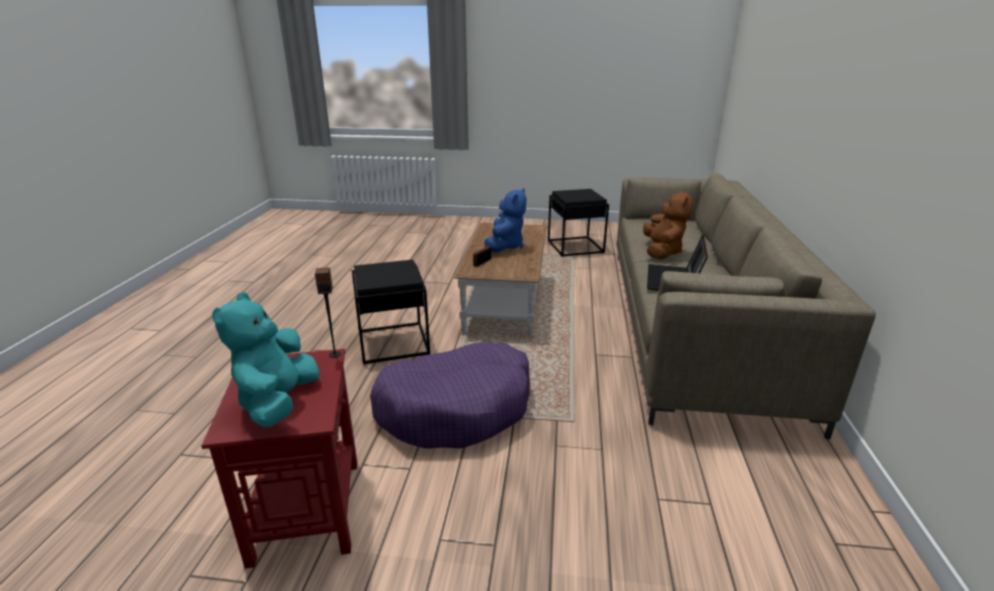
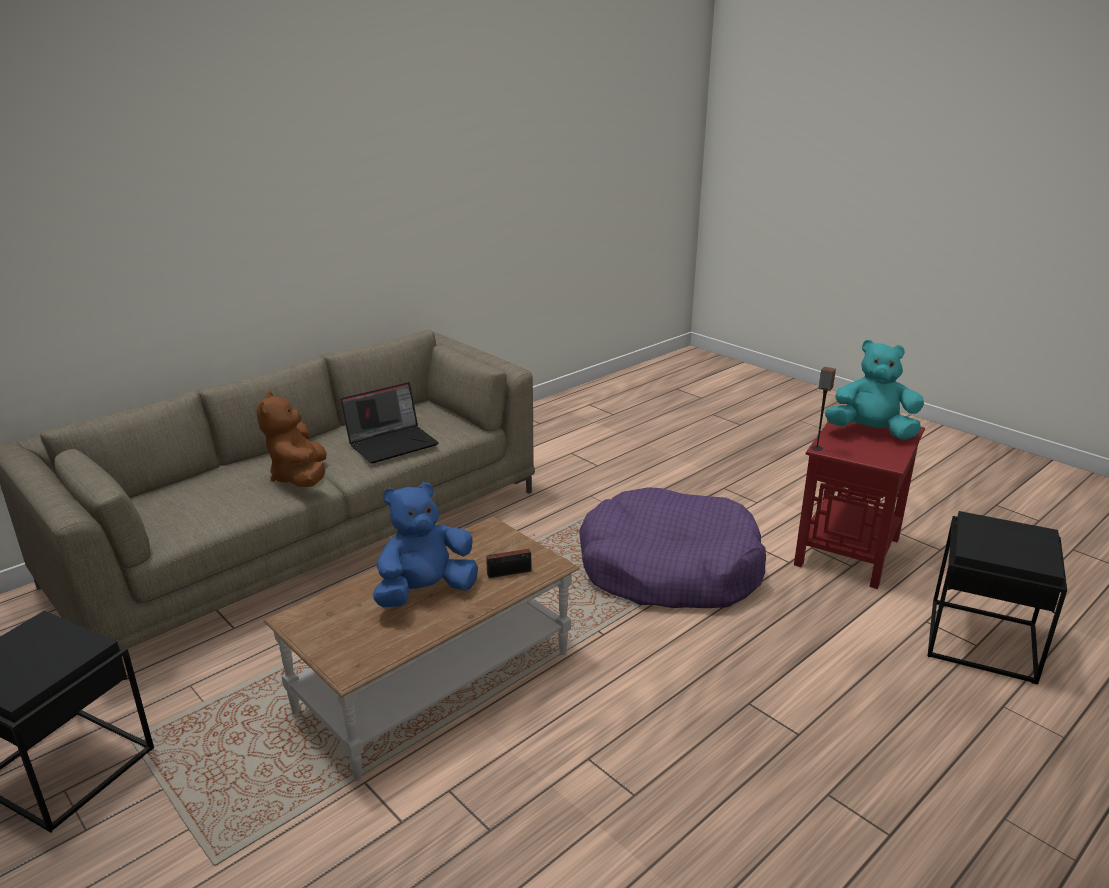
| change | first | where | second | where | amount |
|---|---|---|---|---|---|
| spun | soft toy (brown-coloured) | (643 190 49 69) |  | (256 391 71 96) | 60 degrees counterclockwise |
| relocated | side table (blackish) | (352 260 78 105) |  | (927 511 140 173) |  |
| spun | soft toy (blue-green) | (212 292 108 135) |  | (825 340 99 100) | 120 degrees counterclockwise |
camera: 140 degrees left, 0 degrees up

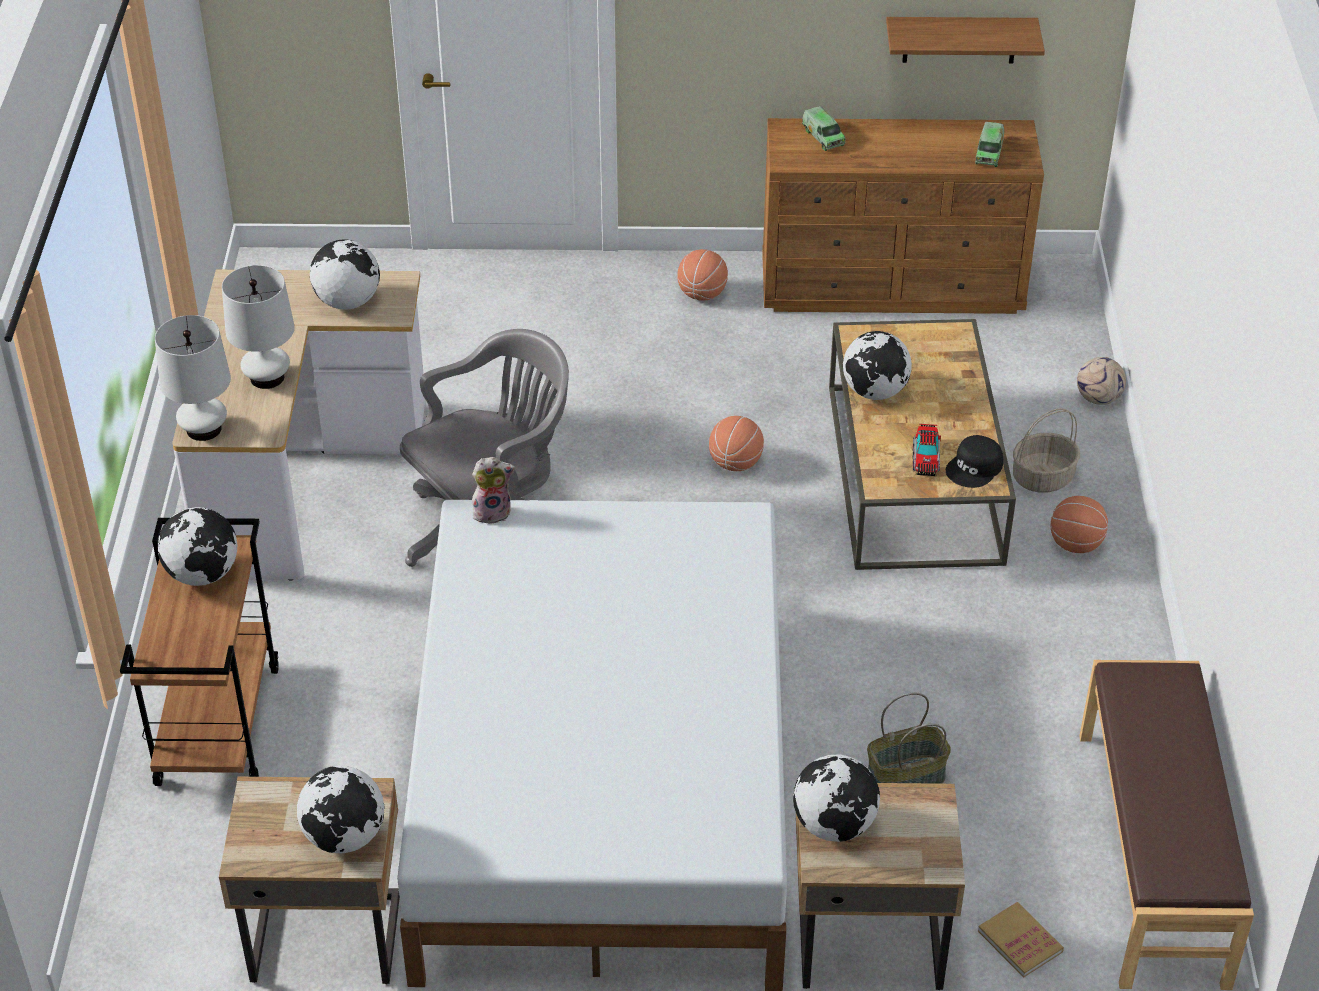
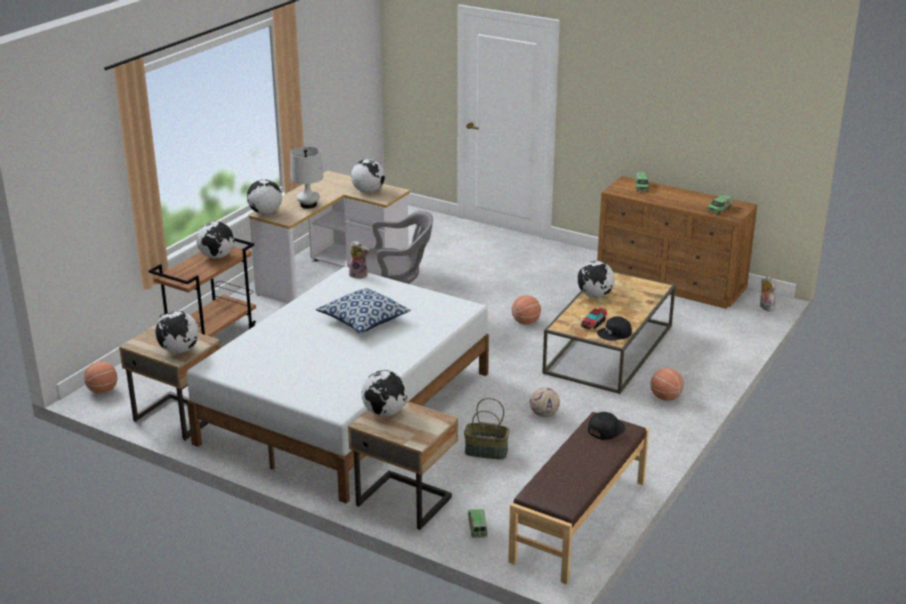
| change | first | where | second | where | amount |
|---|---|---|---|---|---|
| missing | wall shelf | (886 17 159 46) |  |  |  |
| relocated | ball for basketball | (678 249 50 52) |  | (84 361 33 33) |  |
| exchanged | table lamp (whitish) | (155 315 76 126) | desk globe | (247 179 35 36) |  |
| relocated | football ball | (1077 357 49 48) |  | (530 387 30 30) |  |
| missing | storage basket | (1013 408 67 85) |  |  |  |
| exchanged | volume | (978 902 86 76) | toy lorry | (468 509 19 29) |  |
| appeared |  |  | soft toy | (760 276 15 36) |  |
| appeared |  |  | cushion | (316 288 95 45) |  |
| appeared |  |  | peaked cap (blackish) | (588 412 37 28) |  |
camera: 30 degrees right, 15 degrees down

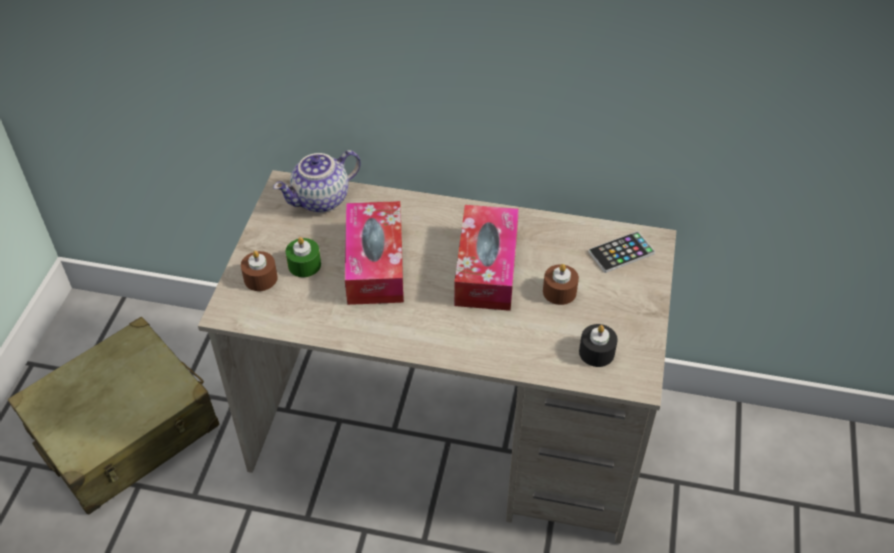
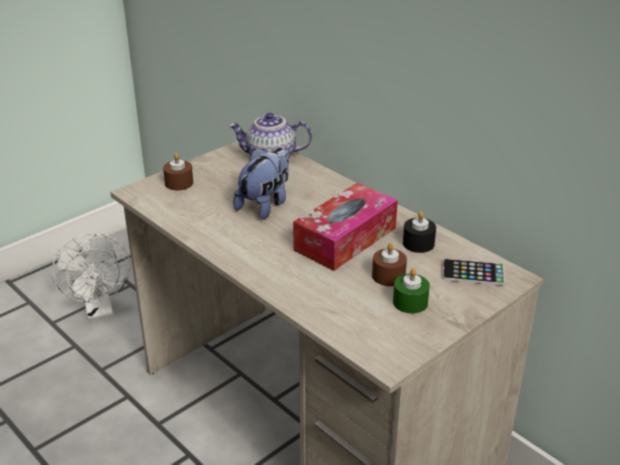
| change | first | where | second | where | amount |
|---|---|---|---|---|---|
| exchanged | tissue holder | (345 201 59 104) | soft toy | (233 148 56 72) |  |
| relocated | candle (green-coloured) | (285 237 36 40) |  | (393 268 37 46) |  |
| exchanged | piece of luggage (beige-coloured) | (8 316 211 199) | cooling fan (whitish) | (52 233 79 87) |  |
| relocated | candle (blackish) | (579 324 39 43) |  | (403 211 33 42) |  |
camera: 35 degrees right, 15 degrees down

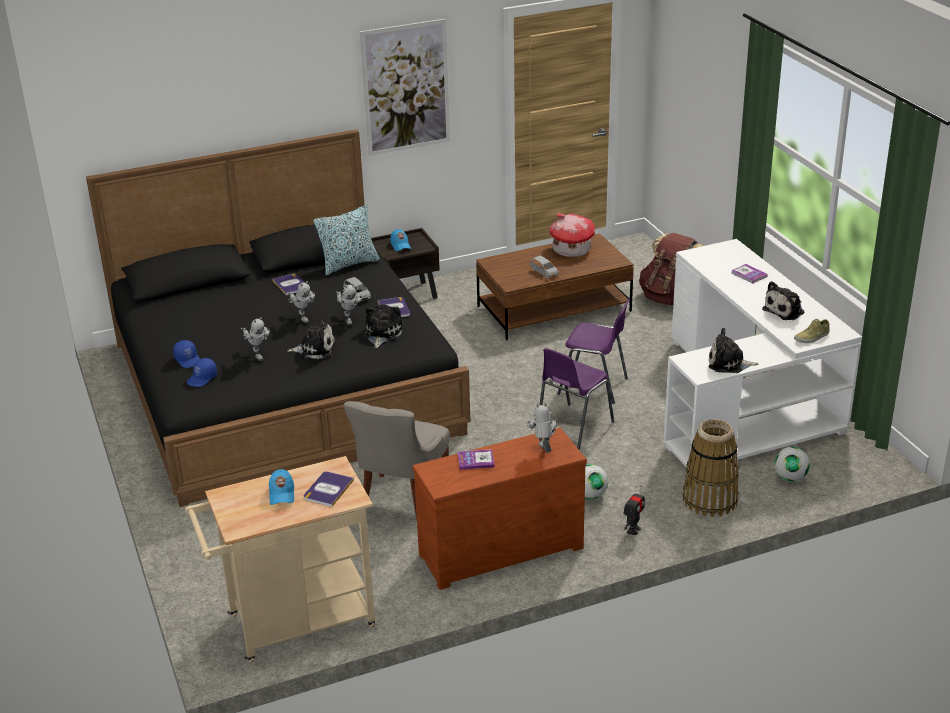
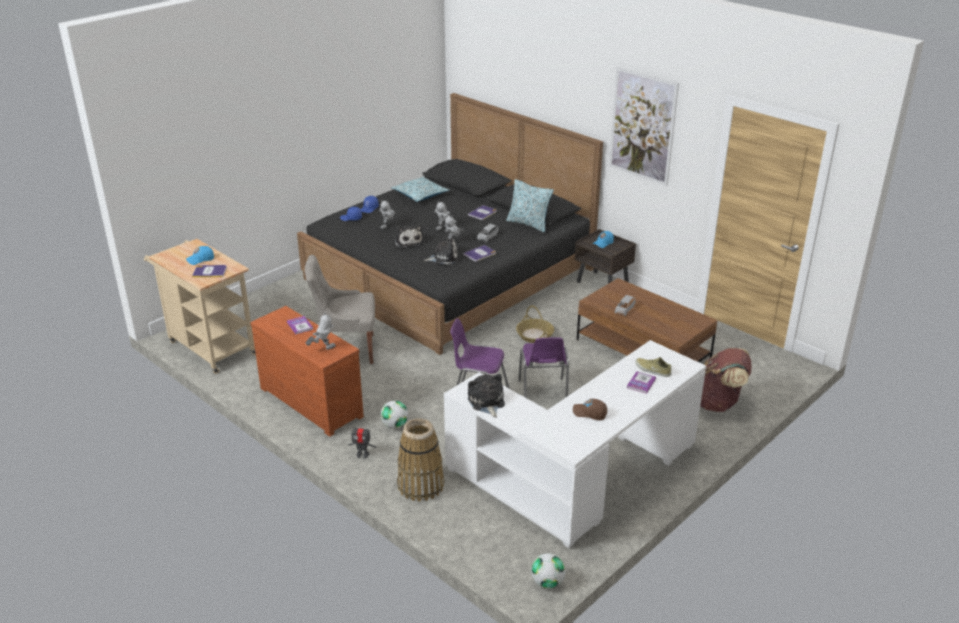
| change | first | where | second | where | amount |
|---|---|---|---|---|---|
| missing | model house | (550 213 45 44) |  |  |  |
| exchanged | soft toy | (762 281 43 39) | peaked cap (brown-coloured) | (573 399 34 21) |  |
| relocated | low shoe (beige-coloured) | (794 319 36 24) |  | (635 357 36 20) |  |
| relocated | football ball | (774 447 36 34) |  | (531 553 34 36) |  |
| appeared |  |  | cushion | (391 177 58 25) |  |
| appeared |  |  | storage basket | (516 305 38 38) |  |
camera: 65 degrees right, 0 degrees up

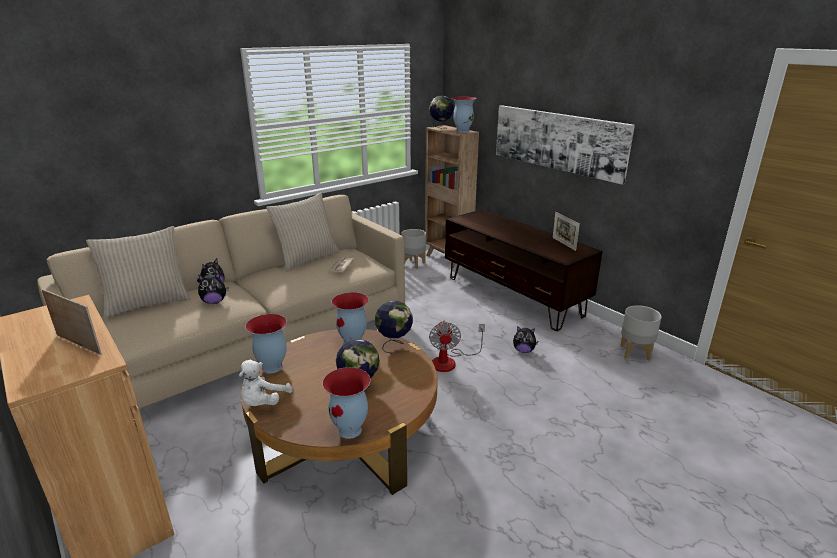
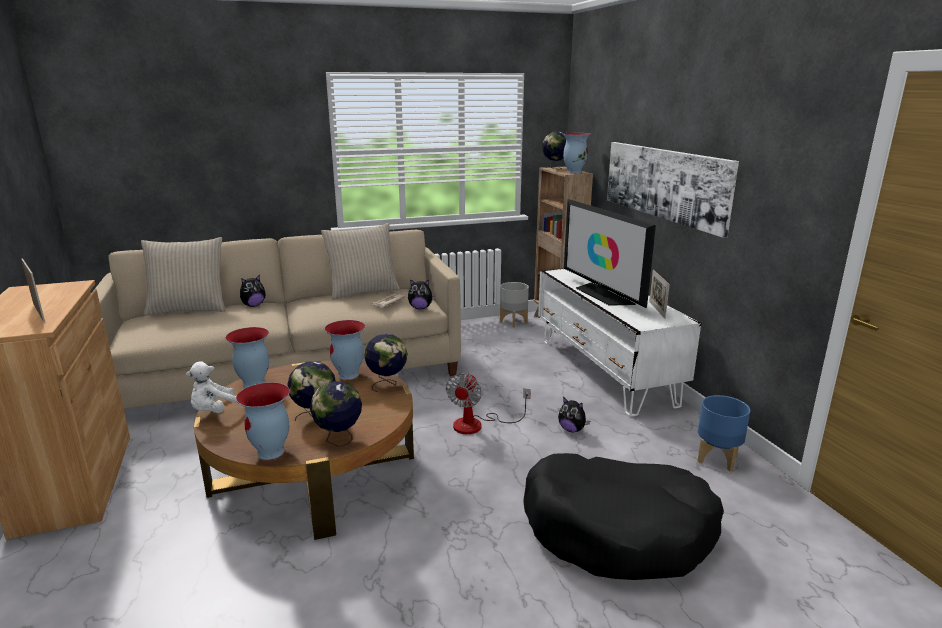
| change | first | where | second | where | amount |
|---|---|---|---|---|---|
| colour | tv stand (brown-coloured) | (445 209 158 122) | tv stand (whitish) | (538 268 163 149) |  |
| relocated | soft toy | (198 273 30 31) |  | (408 279 27 30) |  |
| colour | planter (greyish) | (620 305 42 56) | planter (blue-coloured) | (697 395 53 76) |  |
| appeared |  |  | TV | (564 199 92 109) |  |
| appeared |  |  | desk globe | (310 381 52 66) |  |
| appeared |  |  | pet bed (blackish) | (523 453 201 127) |  |
camera: 20 degrees right, 5 degrees down

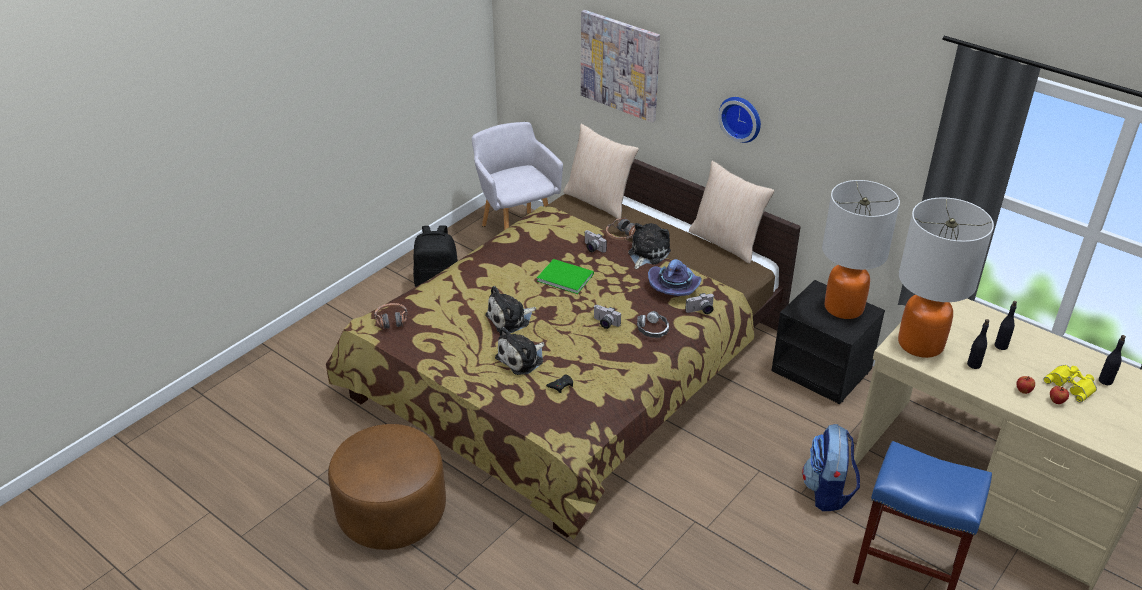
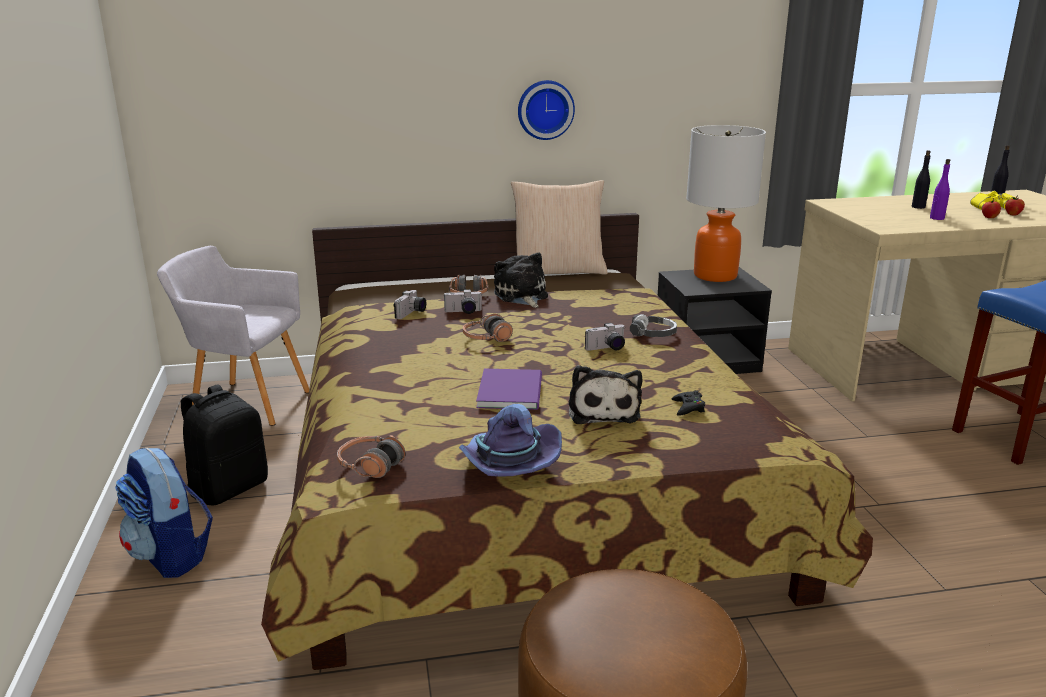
| change | first | where | second | where | amount |
|---|---|---|---|---|---|
| missing | wall art | (581 10 79 113) |  |  |  |
| missing | cushion (beige-coloured) | (563 123 76 96) |  |  |  |
| missing | table lamp | (898 197 96 161) |  |  |  |
| exchanged | volume (green-coloured) | (537 259 57 35) | headphones | (463 314 50 28) |  |
| relocated | hat (purplish) | (648 259 54 37) |  | (459 404 103 73) |  |
| exchanged | soft toy | (485 286 51 47) | volume (purplish) | (476 369 66 41) |  |
| relocated | photo camera | (685 293 29 21) |  | (393 290 33 29) |  |
| colour | bottle (blackish) | (967 319 22 50) | bottle (purplish) | (930 159 20 61) |  |
| relocated | knapsack | (802 424 58 87) |  | (115 448 98 130) |  |
camera: 50 degrees left, 15 degrees down

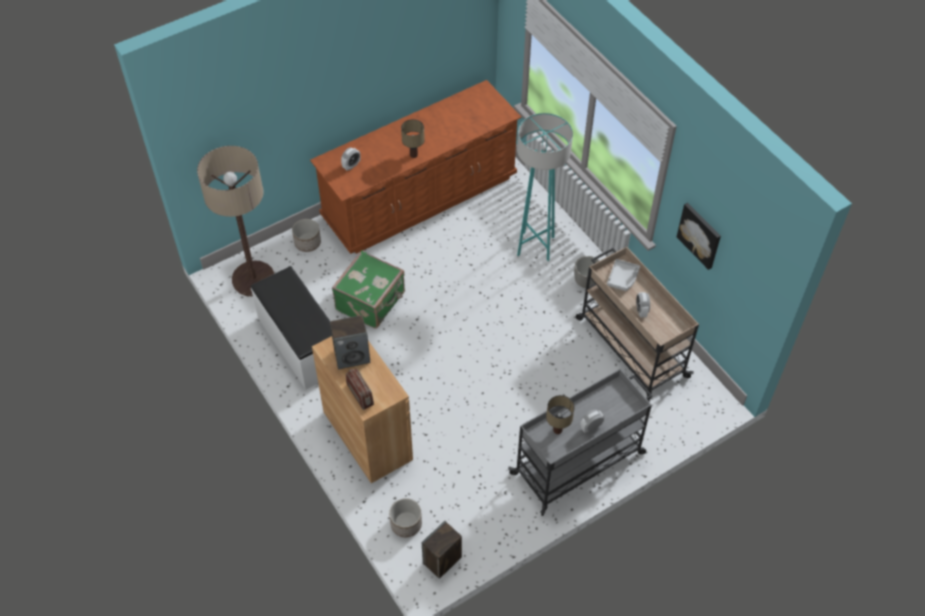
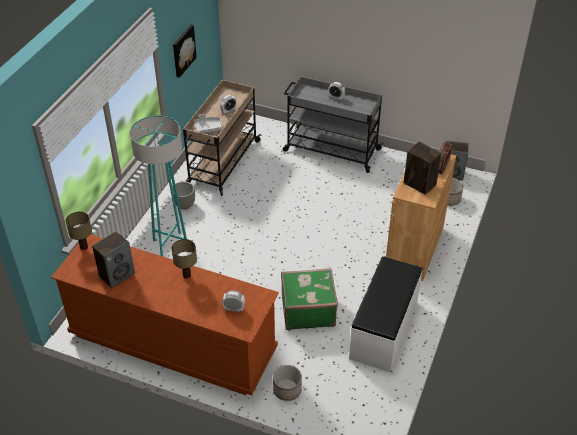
| change | first | where | second | where | amount |
|---|---|---|---|---|---|
| missing | standing lamp | (197 146 77 151) |  |  |  |
| relocated | table lamp | (546 395 29 39) |  | (66 212 26 38) |  |
| appeared |  |  | audio speaker | (92 231 43 58) |  |
camera: 125 degrees left, 10 degrees down

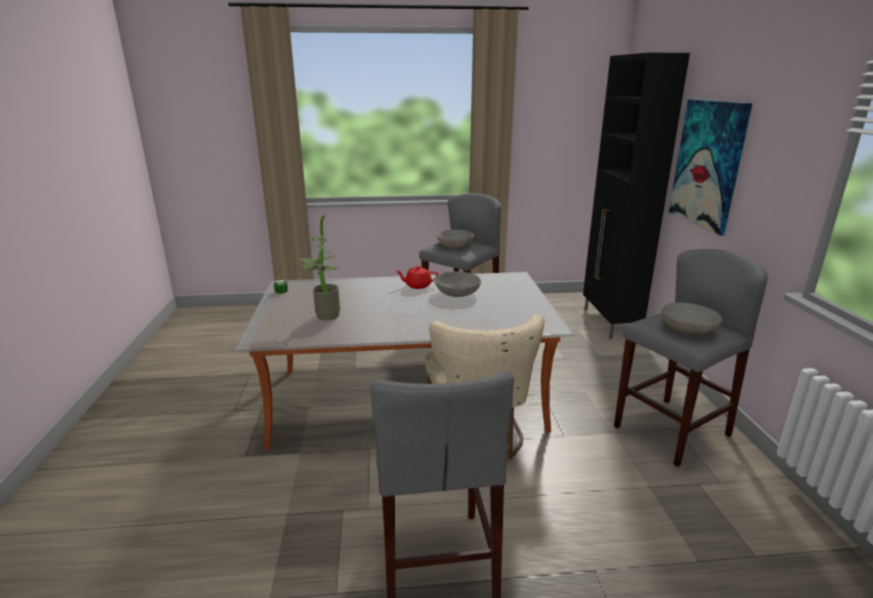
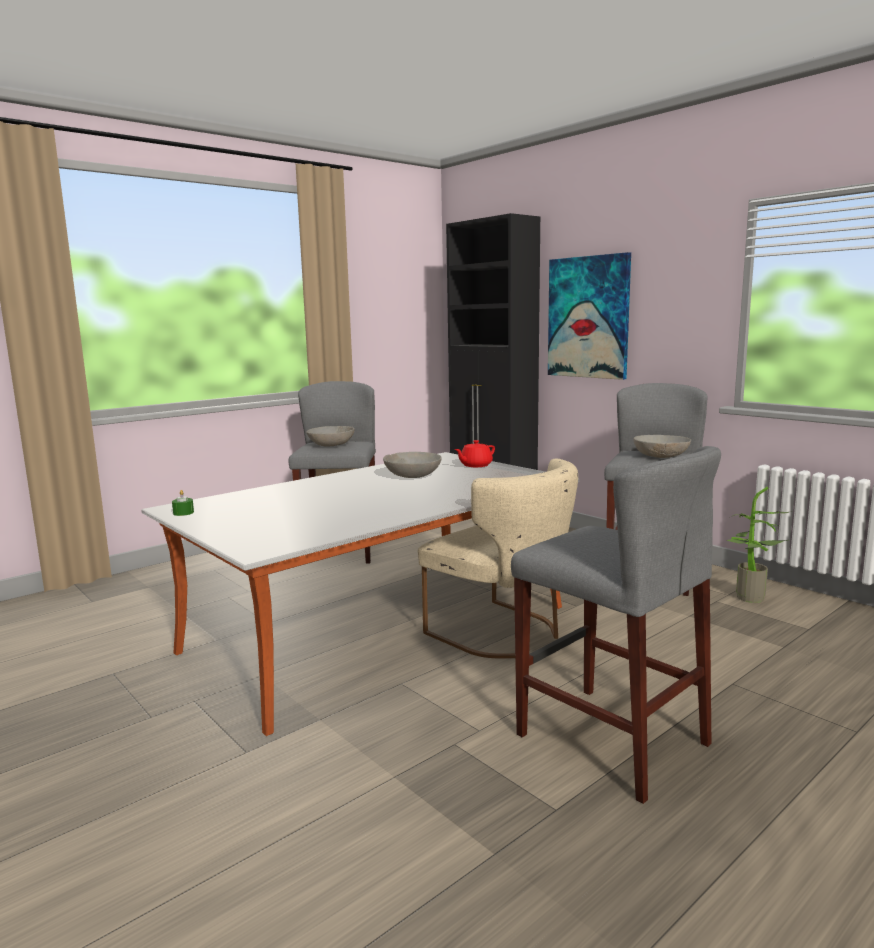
| change | first | where | second | where | amount |
|---|---|---|---|---|---|
| relocated | potted plant | (295 215 45 105) |  | (726 487 66 116) |  |
| relocated | teapot (red) | (396 266 42 23) |  | (455 440 40 27) |  |
camera: 35 degrees left, 10 degrees down

